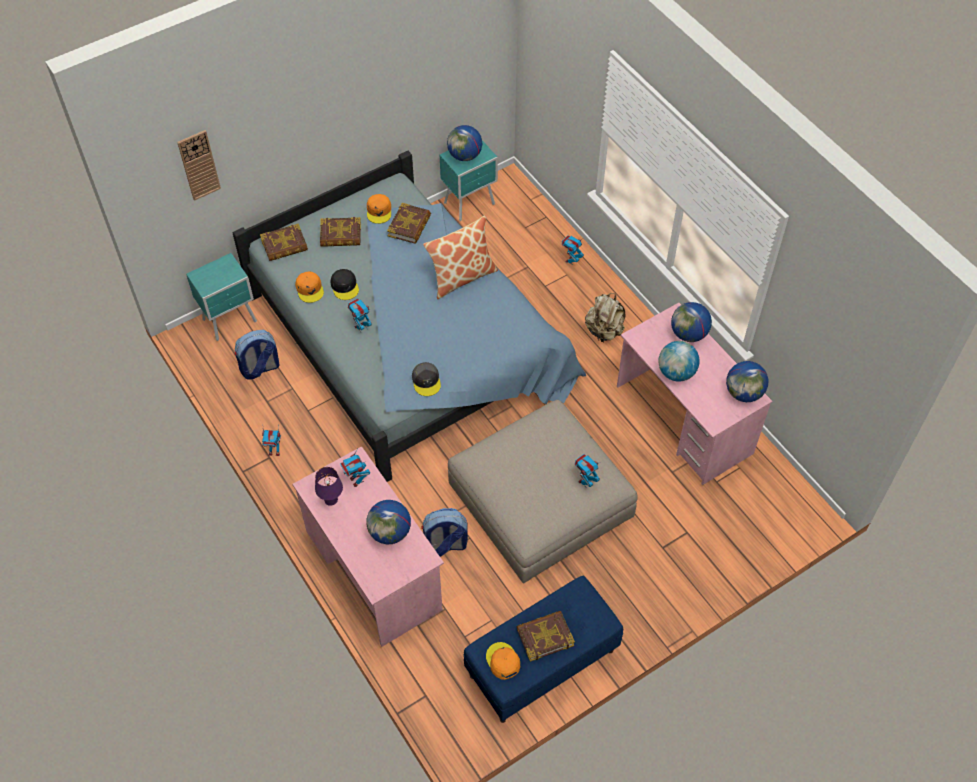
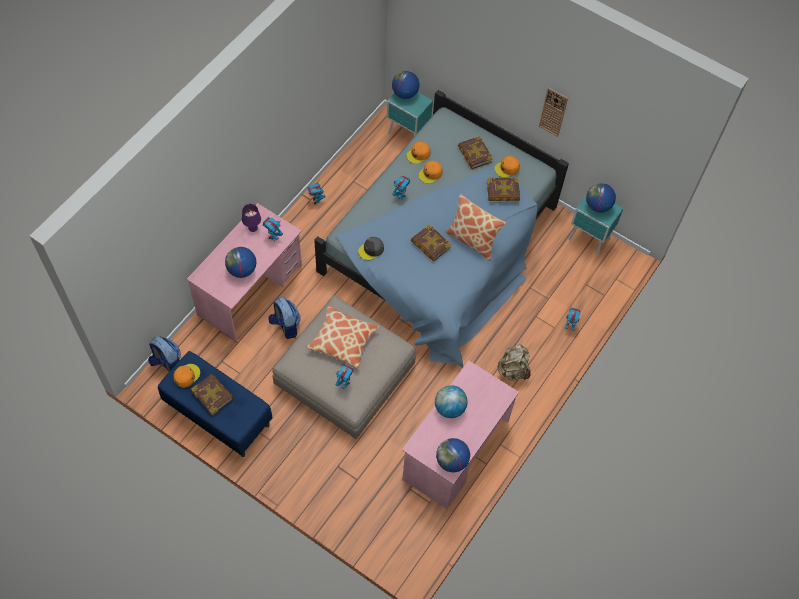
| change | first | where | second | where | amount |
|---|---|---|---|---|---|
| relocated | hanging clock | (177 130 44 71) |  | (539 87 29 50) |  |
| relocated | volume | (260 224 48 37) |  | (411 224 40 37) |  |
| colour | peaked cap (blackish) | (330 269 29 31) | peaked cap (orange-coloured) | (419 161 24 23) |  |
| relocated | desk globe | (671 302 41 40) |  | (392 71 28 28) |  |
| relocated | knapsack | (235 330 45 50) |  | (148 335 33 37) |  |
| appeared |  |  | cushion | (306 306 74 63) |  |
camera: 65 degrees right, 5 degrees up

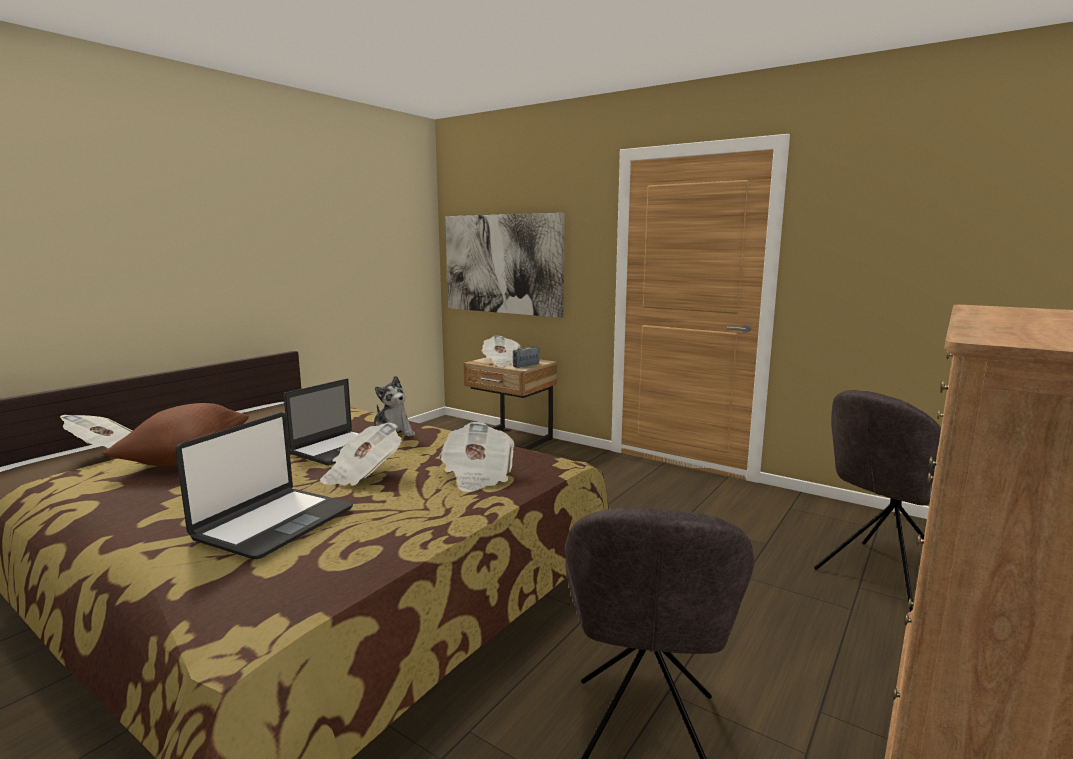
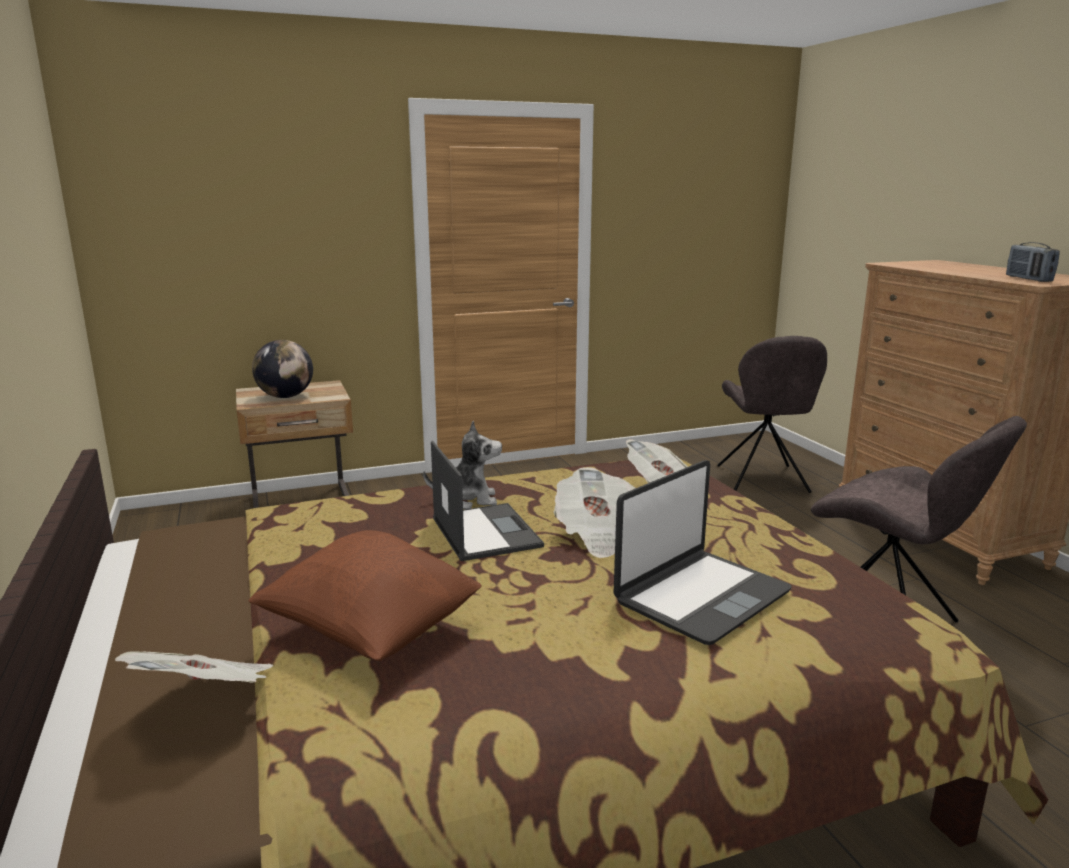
| change | first | where | second | where | amount |
|---|---|---|---|---|---|
| missing | wall art | (445 213 120 105) |  |  |  |
| exchanged | daily paper | (482 336 39 31) | desk globe | (252 340 61 58) |  |
| relocated | radio | (513 346 27 22) |  | (1006 242 54 40) |  |
| spun | notebook computer | (175 412 178 148) |  | (614 460 178 185) | 75 degrees clockwise |
camera: 55 degrees left, 5 degrees up

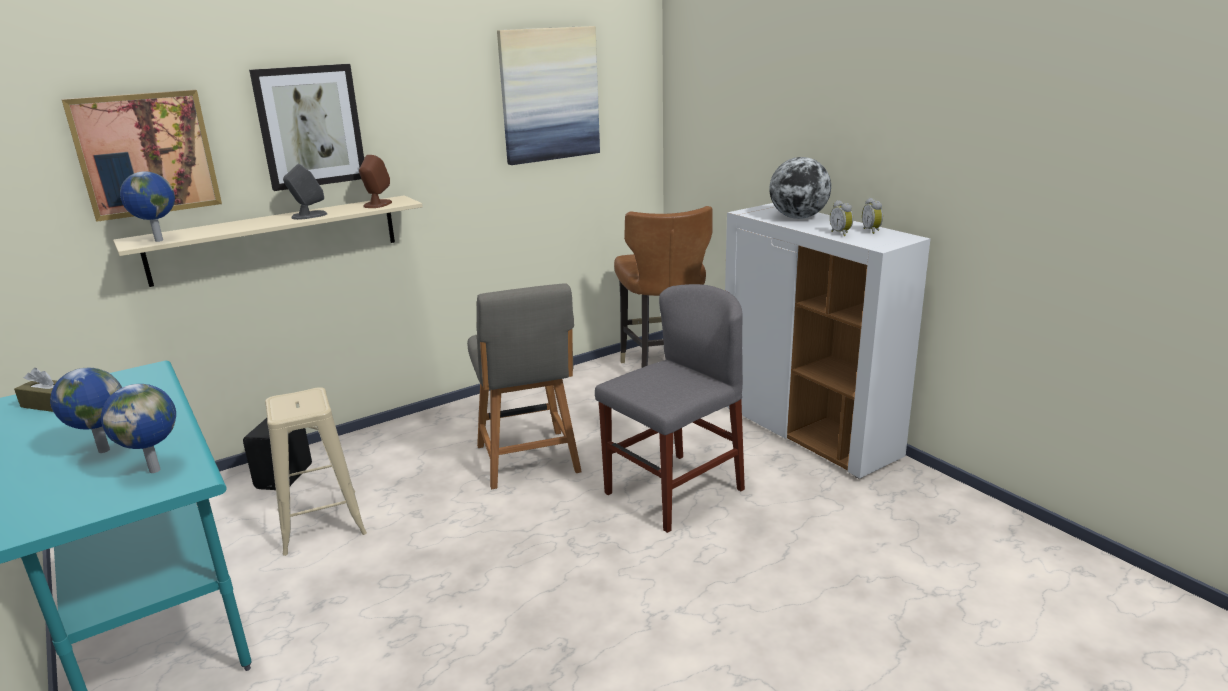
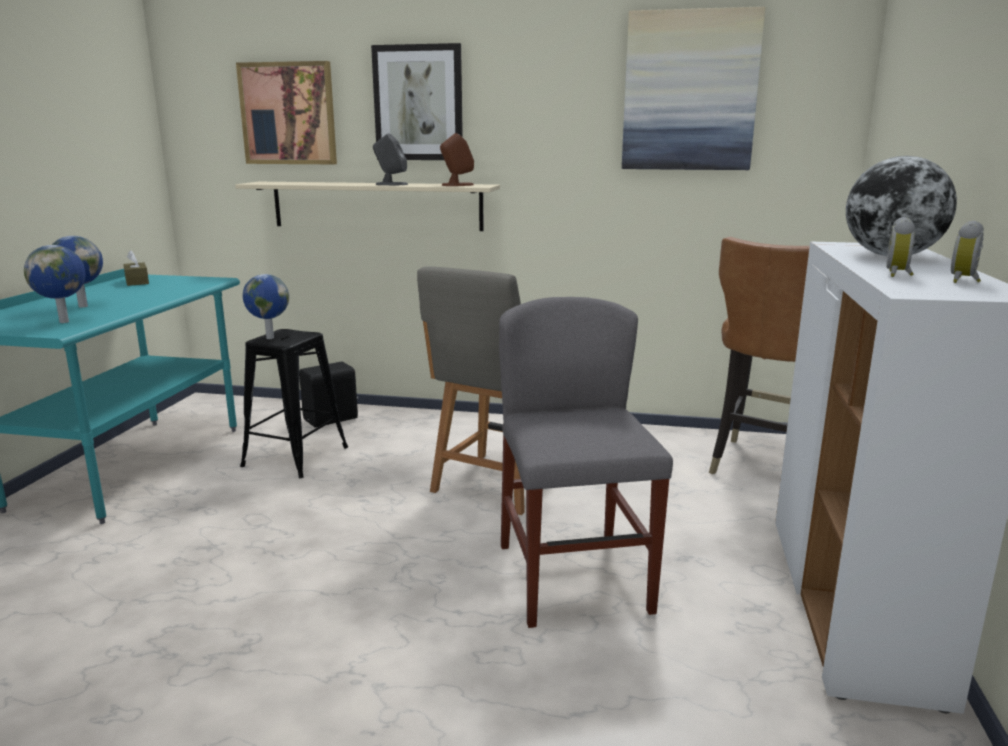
| change | first | where | second | where | amount |
|---|---|---|---|---|---|
| relocated | desk globe | (120 171 55 71) |  | (243 274 46 65) |  |
| spun | chair (greyish) | (595 284 150 249) |  | (499 297 174 331) | 105 degrees counterclockwise |
| colour | sitting stool (beige-coloured) | (265 387 102 169) | sitting stool (blackish) | (240 329 108 149) |  |
camera: 45 degrees right, 5 degrees down

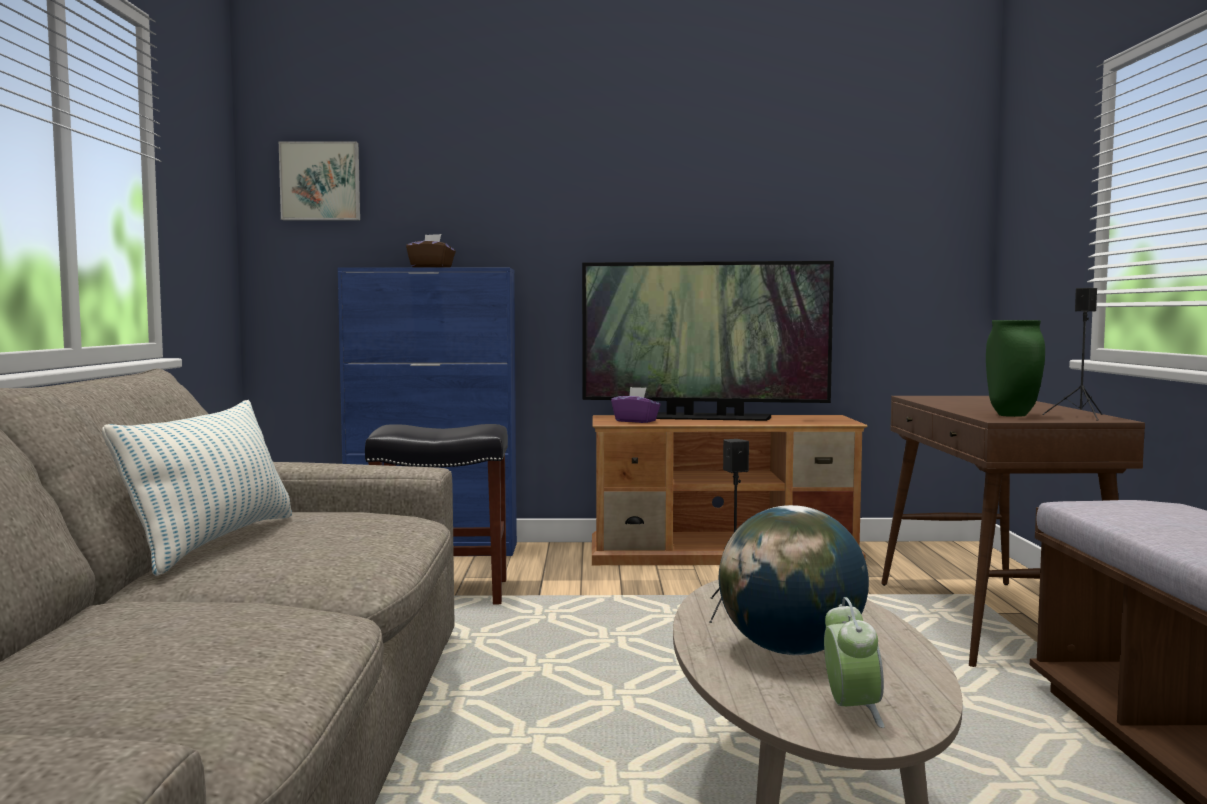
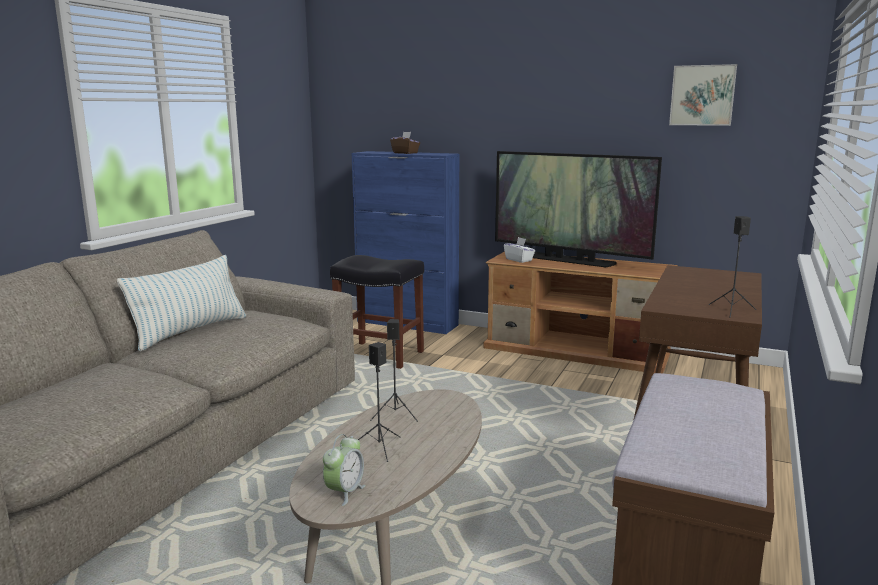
| change | first | where | second | where | amount |
|---|---|---|---|---|---|
| relocated | wall art | (279 141 81 80) |  | (669 64 68 62) |  |
| missing | flower vase (green-coloured) | (986 320 59 97) |  |  |  |
| colour | tissue holder (purplish) | (611 387 50 36) | tissue holder (whitish) | (504 237 31 26) |  |
| exchanged | desk globe | (719 505 150 150) | audio speaker (blackish) | (358 342 43 120) |  |
camera: 25 degrees right, 10 degrees up

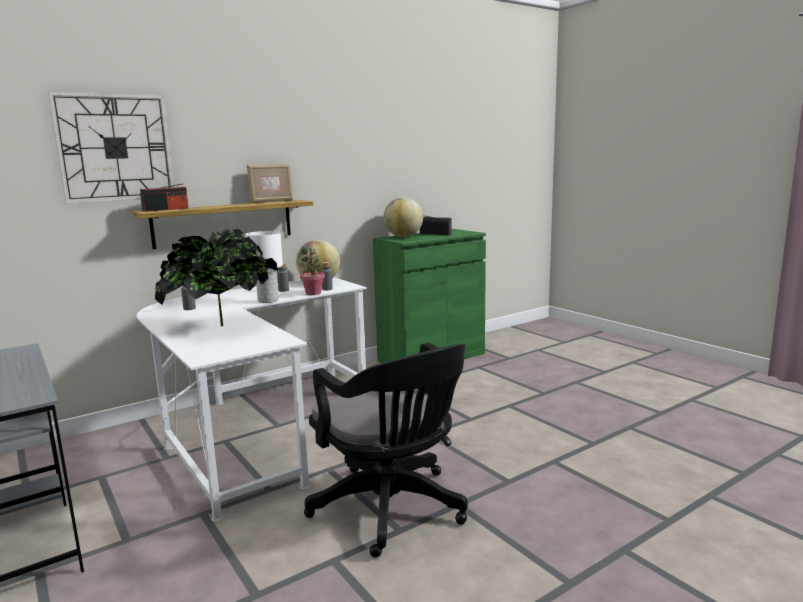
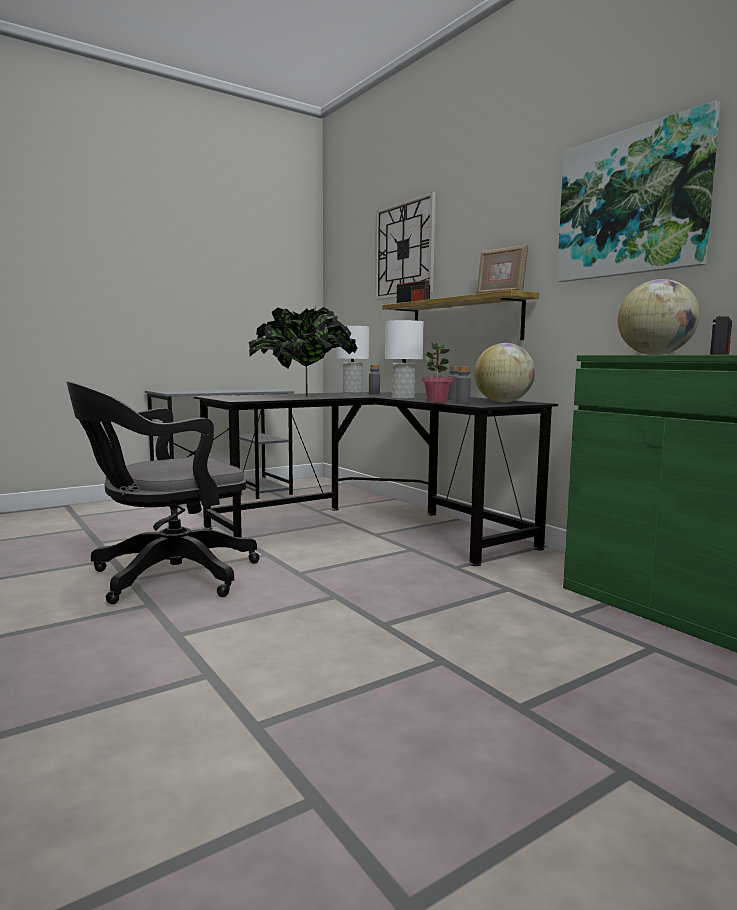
| change | first | where | second | where | amount |
|---|---|---|---|---|---|
| colour | desk table (whitish) | (137 277 230 245) | desk table (blackish) | (193 392 365 174) |  |
| appeared |  |  | wall art | (557 100 163 182) |  |
| appeared |  |  | table lamp (whitish) | (337 326 32 67) |  |
camera: 90 degrees right, 5 degrees down

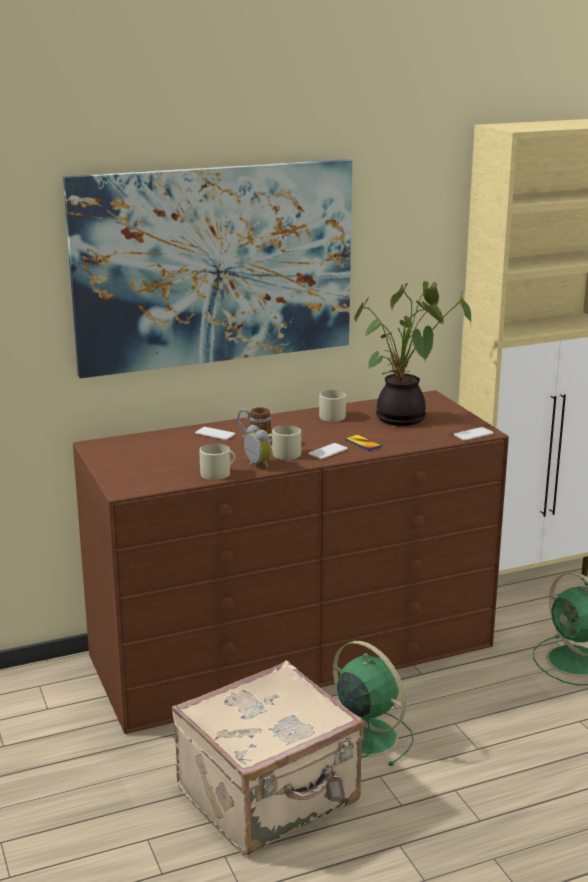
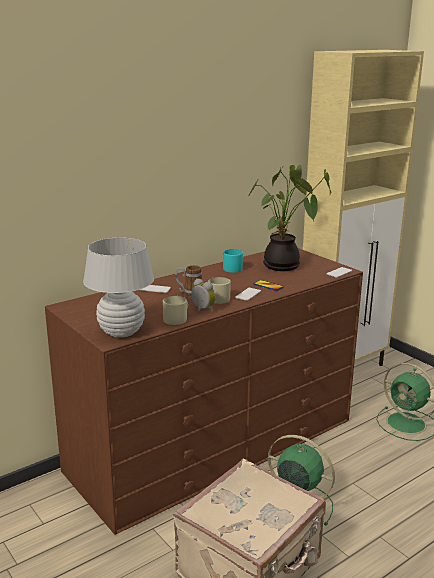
| change | first | where | second | where | amount |
|---|---|---|---|---|---|
| missing | wall art | (63 159 289 219) |  |  |  |
| colour | mug (beige-coloured) | (319 390 28 32) | mug (blue-green) | (223 249 20 24) |  |
| appeared |  |  | table lamp (whitish) | (83 237 71 101) |  |
camera: 15 degrees left, 0 degrees up

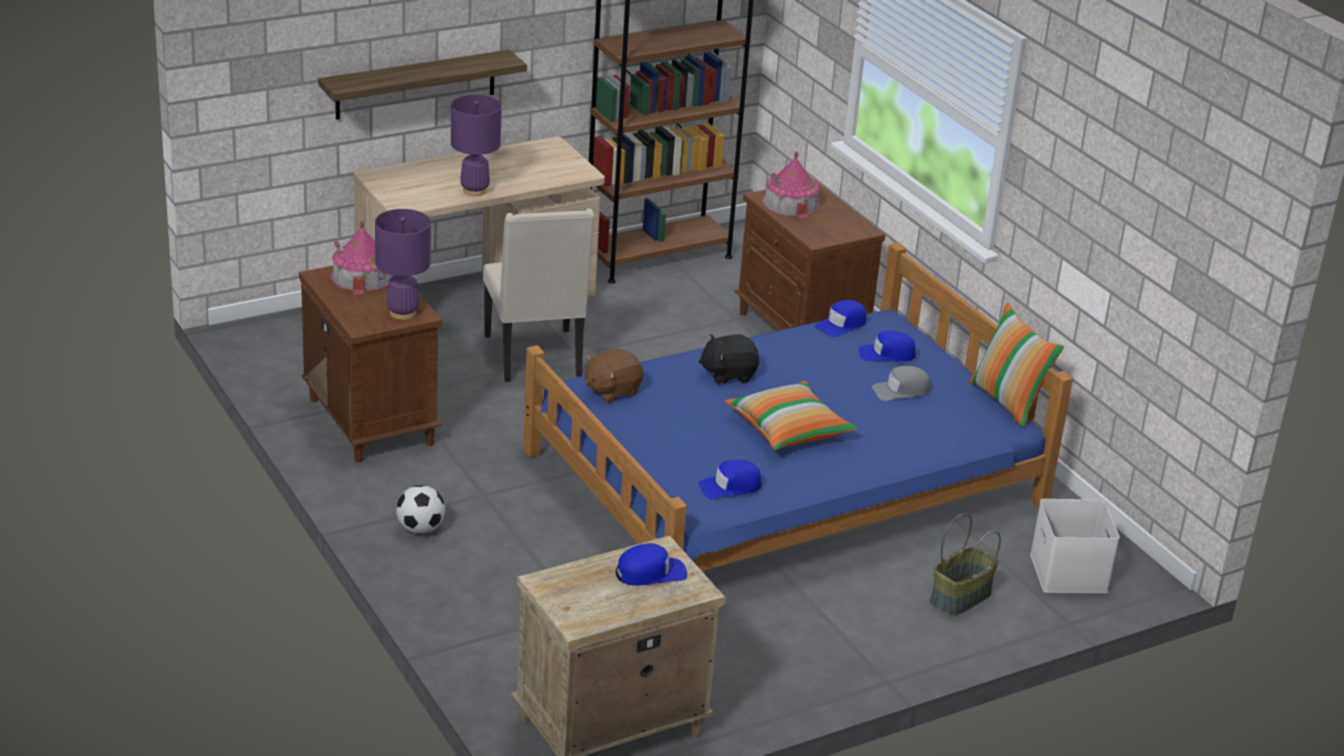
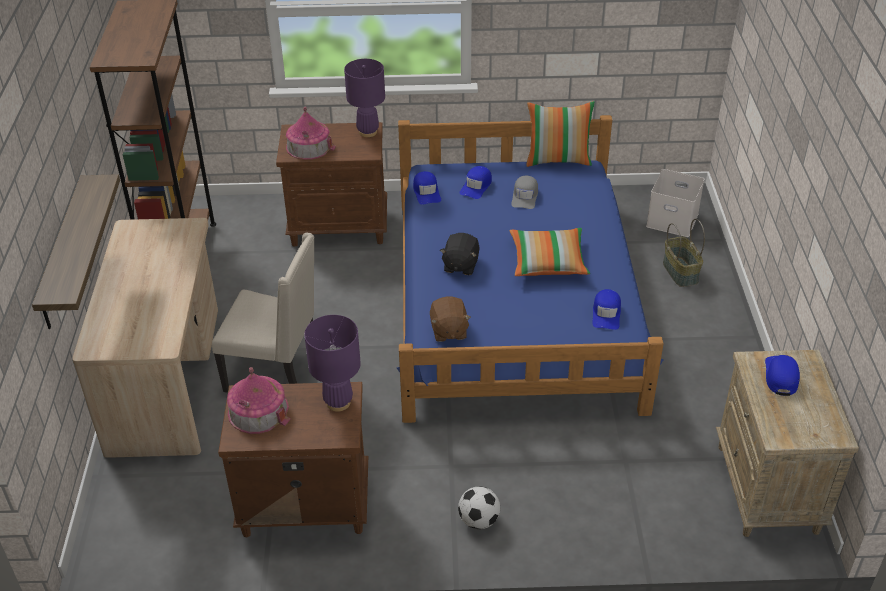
| change | first | where | second | where | amount |
|---|---|---|---|---|---|
| relocated | table lamp (purplish) | (451 95 51 101) |  | (344 59 41 78) |  |
camera: 60 degrees left, 10 degrees up

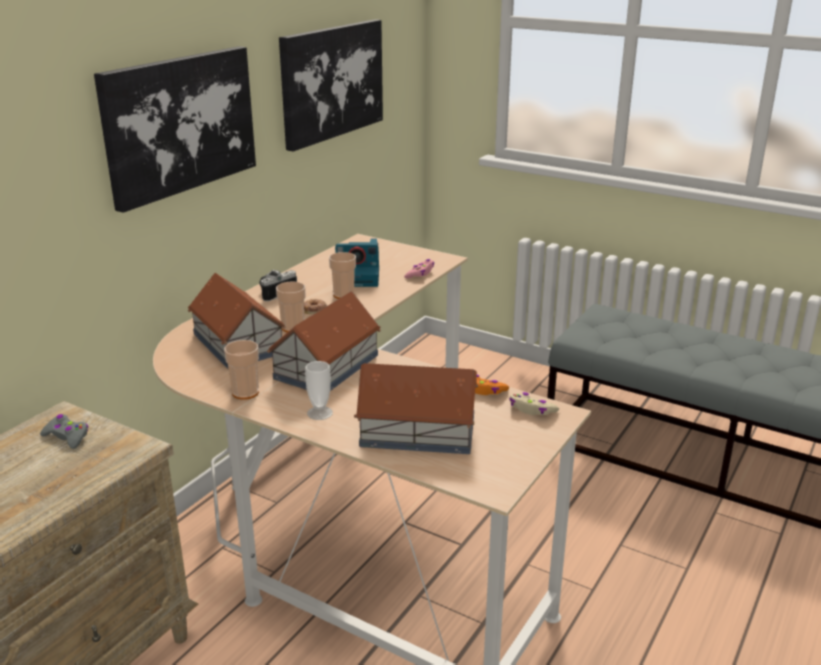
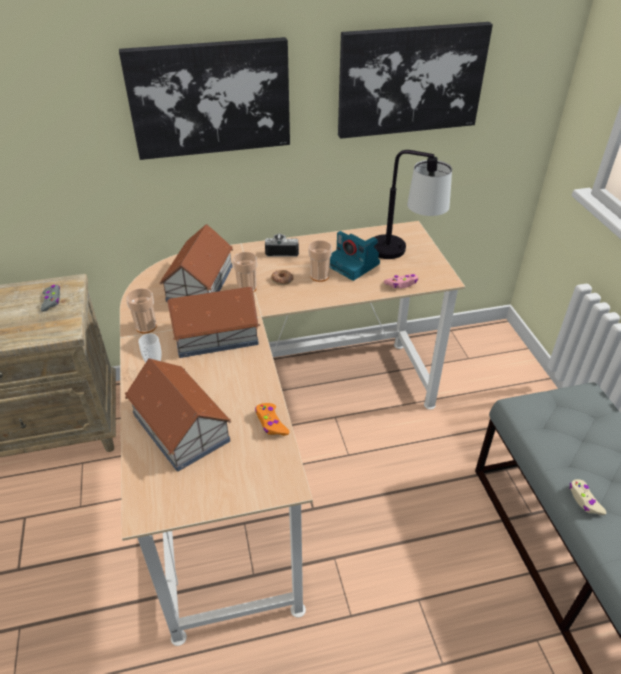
| change | first | where | second | where | amount |
|---|---|---|---|---|---|
| relocated | gamepad (beige-coloured) | (509 392 50 23) |  | (569 479 37 36) |  |
| appeared |  |  | table lamp | (373 150 79 109) |  |
camera: 45 degrees right, 15 degrees up

